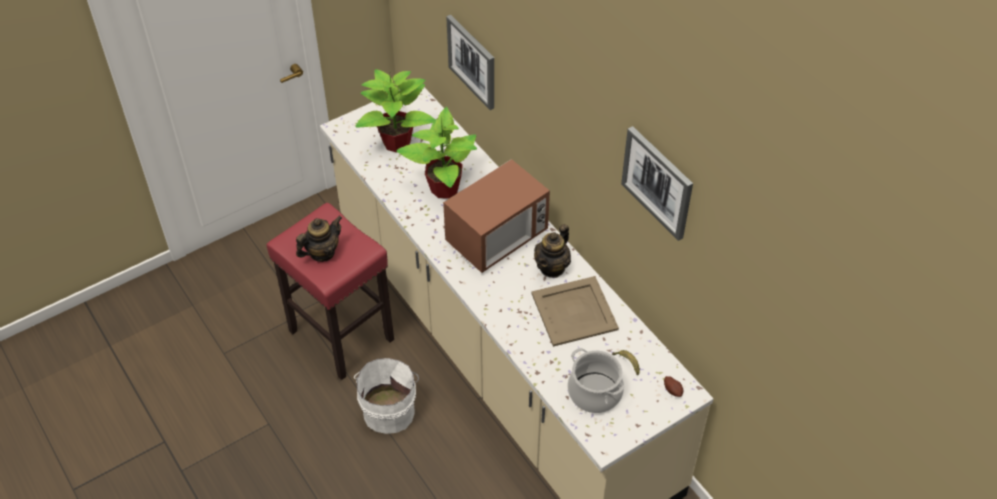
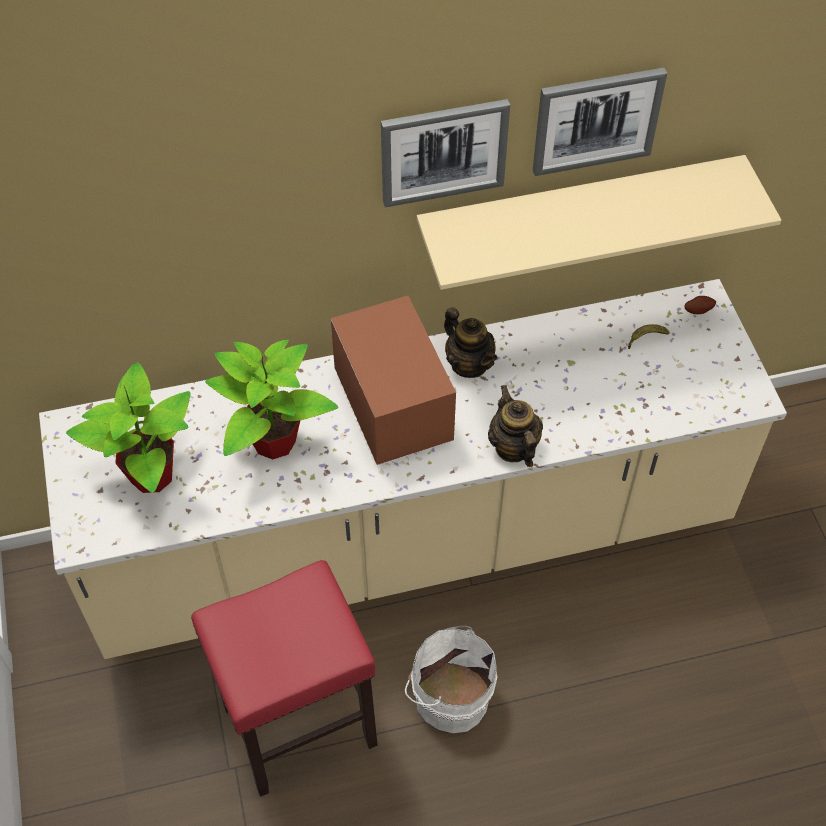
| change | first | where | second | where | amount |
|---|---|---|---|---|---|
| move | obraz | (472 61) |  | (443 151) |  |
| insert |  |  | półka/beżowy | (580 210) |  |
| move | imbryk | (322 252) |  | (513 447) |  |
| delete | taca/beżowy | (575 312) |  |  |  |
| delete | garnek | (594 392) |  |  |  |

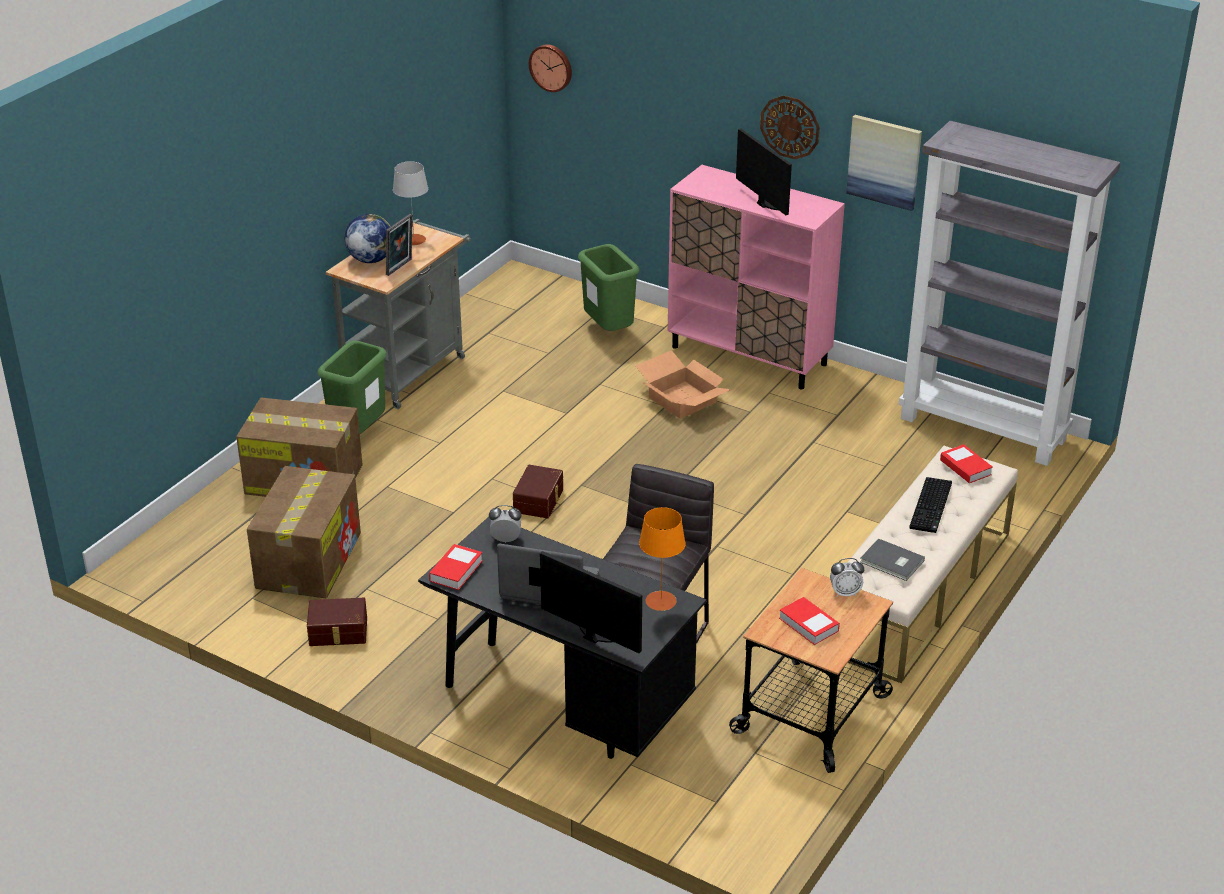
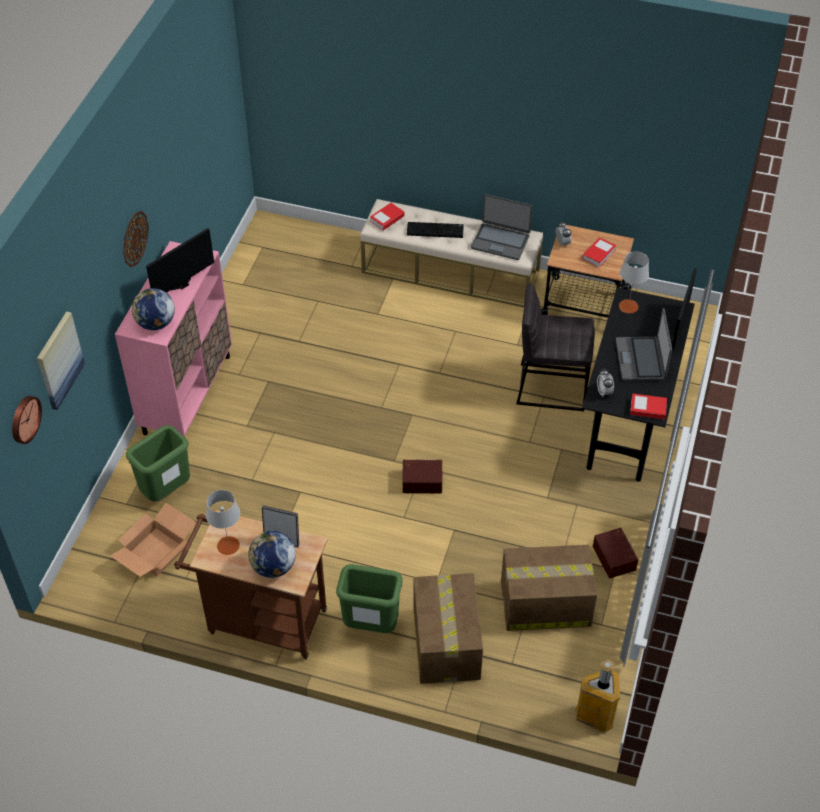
| change | first | where | second | where | amount |
|---|---|---|---|---|---|
| move | obraz | (884 161) |  | (59 360) |  |
| move | karton | (683 399) |  | (156 551) |  |
| insert |  |  | globus | (155 323) |  |
| recolor | wózek/szary | (409 369) | wózek/brązowy | (261 620) |  |
| replace | książka/szary | (892 562) | laptop | (500 241) |  |
| insert |  |  | kosz na śmieci | (595 716) |  |
| recolor | lampa stołowa/pomarańczowy | (661 601) | lampa stołowa/szary | (628 306) |  |
| delete | regał/szary | (984 429) |  |  |  |

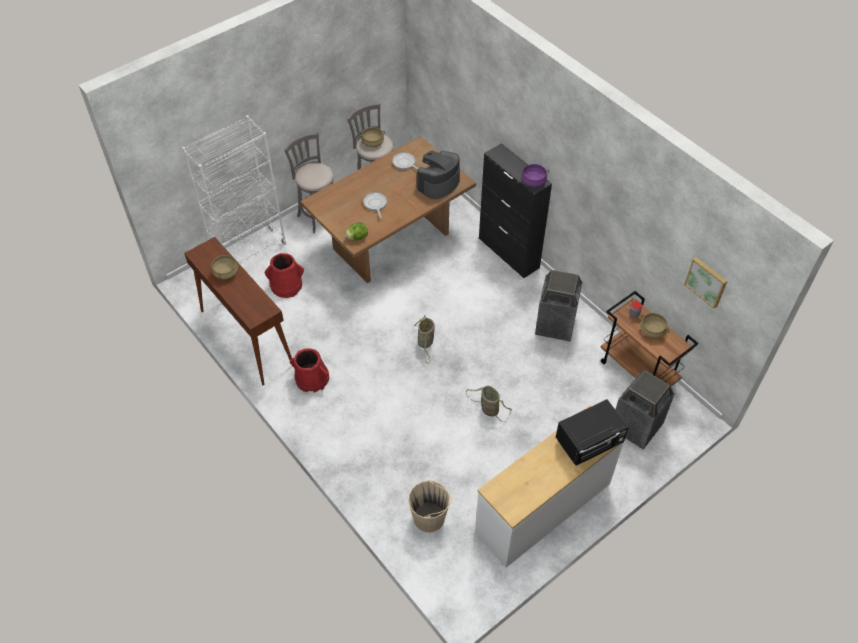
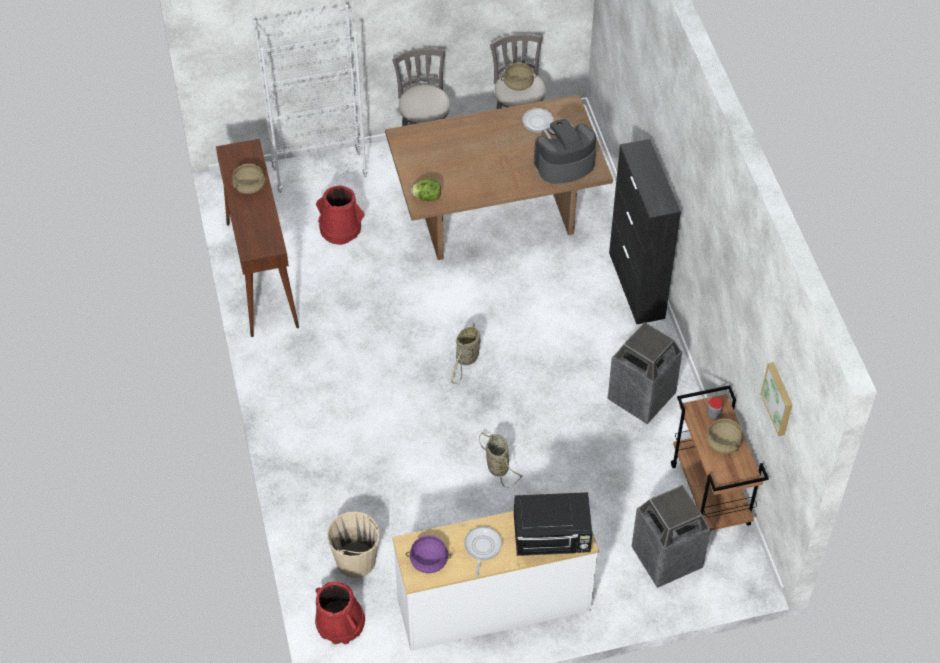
| change | first | where | second | where | amount |
|---|---|---|---|---|---|
| move | wiadro/czerwony | (312 378) |  | (340 622) |  |
| move | garnek/fioletowy | (533 181) |  | (428 561) |  |
| move | patelnia | (375 204) |  | (482 548) |  |

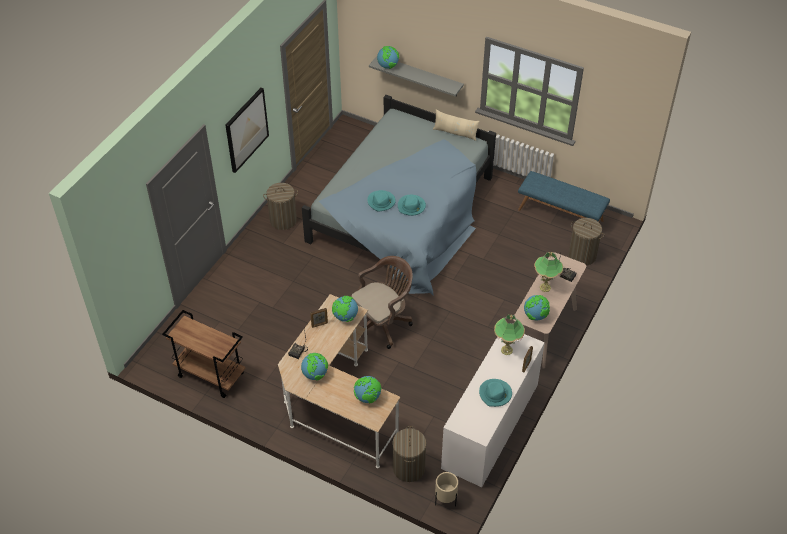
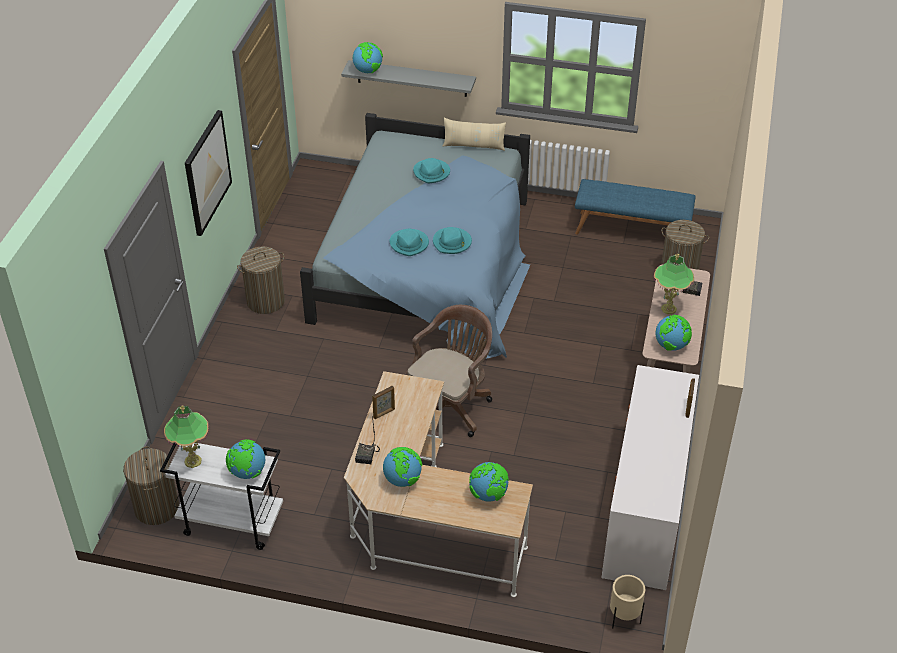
| change | first | where | second | where | amount |
|---|---|---|---|---|---|
| move | kosz na pranie | (409 468) |  | (157 508) |  |
| recolor | wózek/brązowy | (210 375) | wózek/biały | (230 523) |  |
| move | lampa stołowa | (506 350) |  | (192 461) |  |
| move | globus | (345 317) |  | (247 473) |  |
| move | kapelusz/turkusowy | (495 394) |  | (432 172) |  |

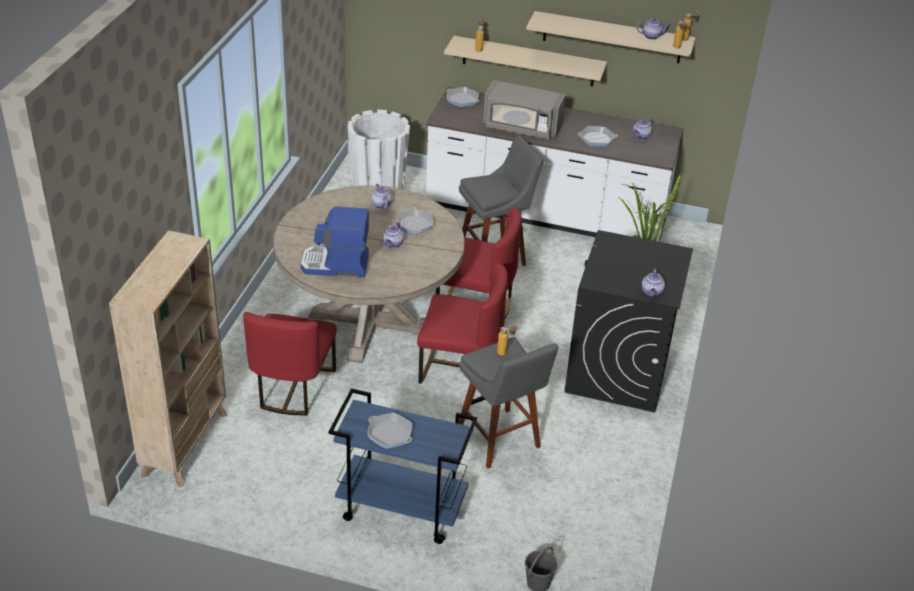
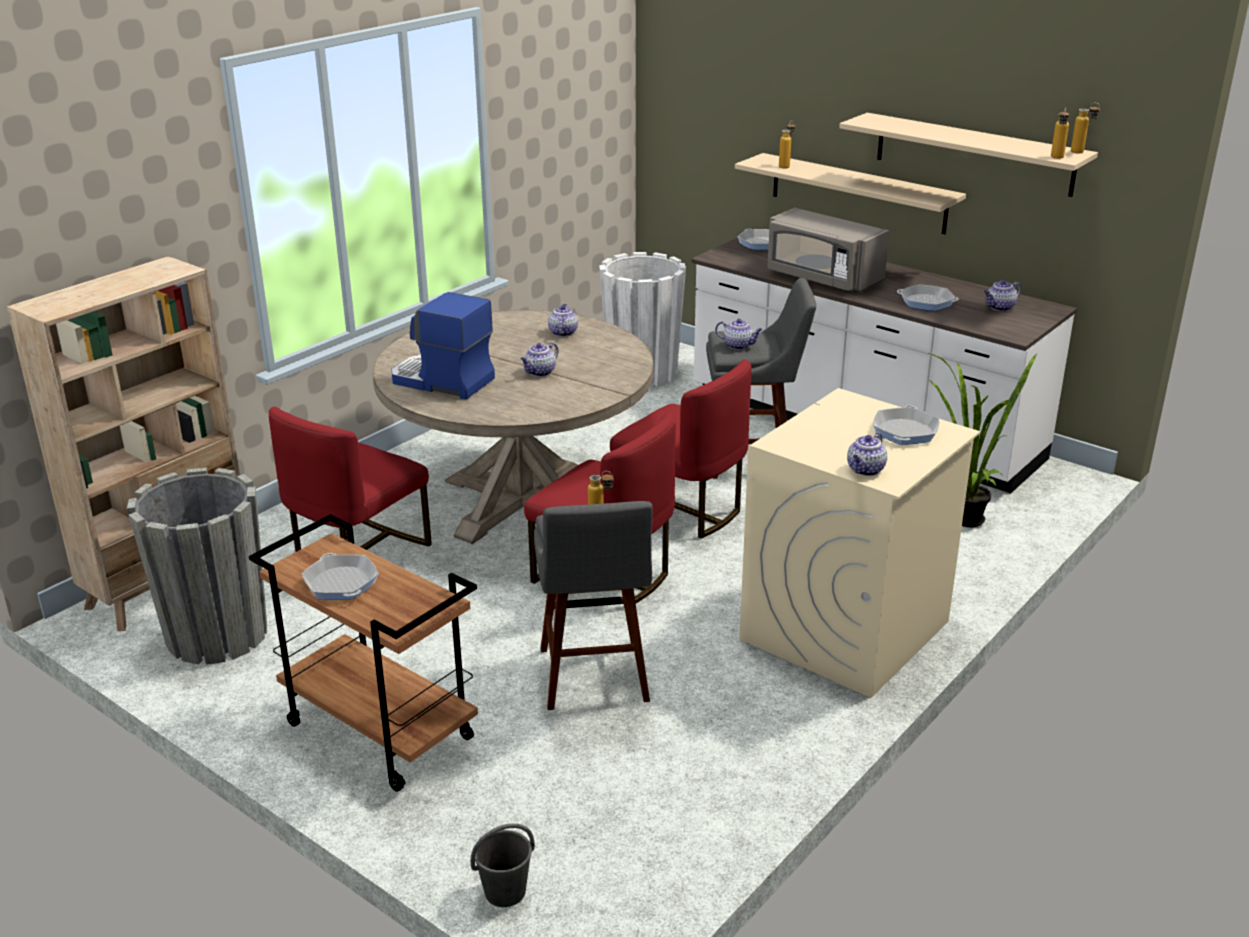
| change | first | where | second | where | amount |
|---|---|---|---|---|---|
| insert |  |  | donica/szary | (217 634) |  |
| recolor | wózek/niebieski | (400 509) | wózek/brązowy | (377 731) |  |
| move | imbryk | (652 36) |  | (738 345) |  |
| recolor | pralka/czarny | (618 372) | pralka/beżowy | (845 631) |  |
| move | patelnia | (415 224) |  | (905 431) |  |

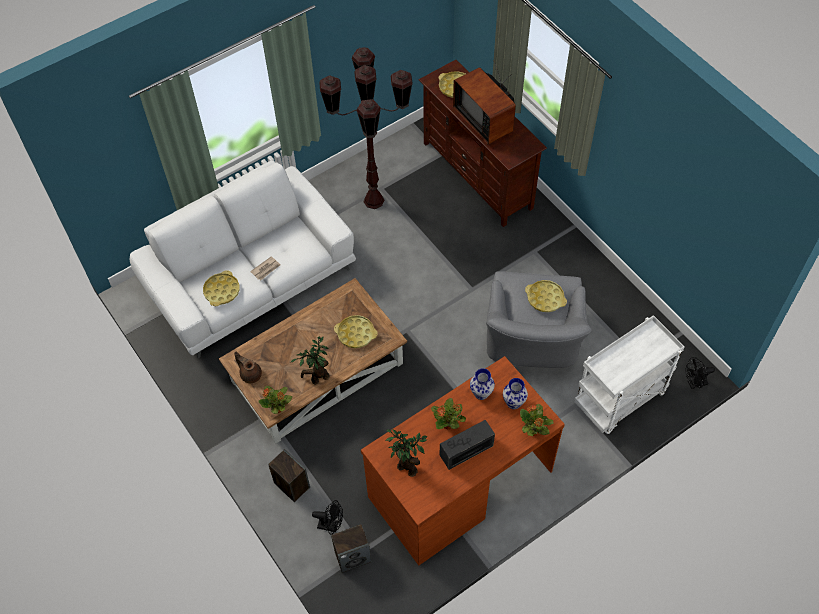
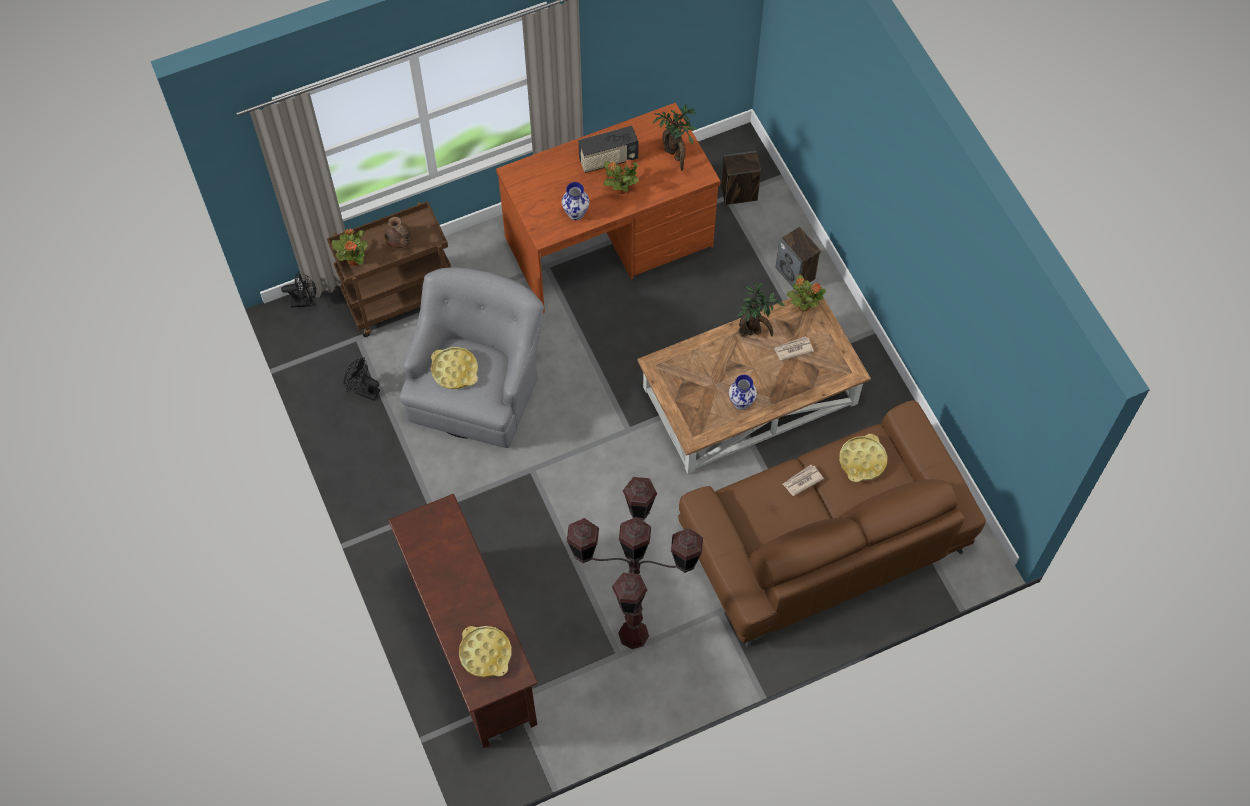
| change | first | where | second | where | amount |
|---|---|---|---|---|---|
| recolor | wózek/biały | (619 400) | wózek/brązowy | (400 297) |  |
| move | roślina doniczkowa | (533 431) |  | (354 259) |  |
| move | wentylator/czarny | (331 525) |  | (363 391) |  |
| move | imbryk/brązowy | (250 374) |  | (399 241) |  |
| recolor | kanapa/biały | (250 279) | kanapa/brązowy | (823 540) |  |
| move | wazon | (514 403) |  | (741 402) |  |
| insert |  |  | gazeta | (793 349) |  |
| delete | taca/żółty | (356 334) |  |  |  |
| delete | telewizor | (486 119) |  |  |  |

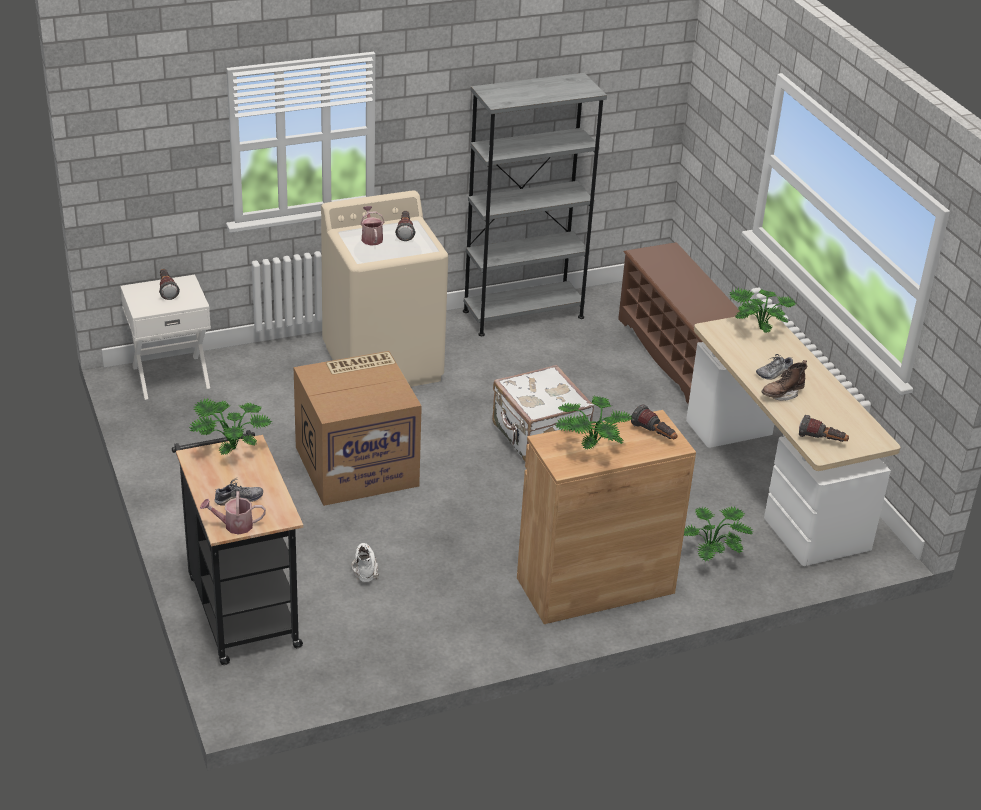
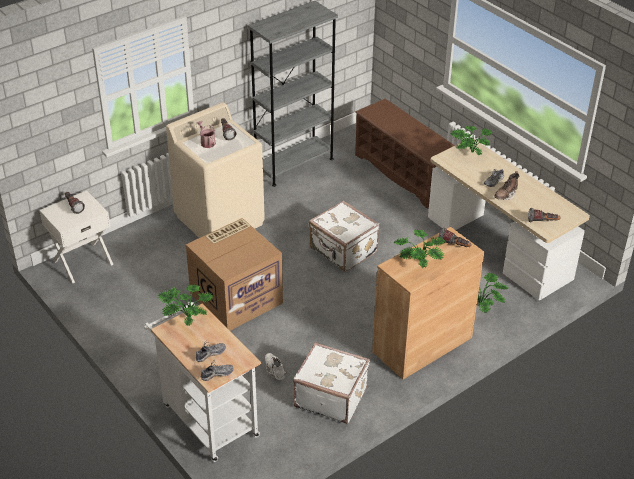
| change | first | where | second | where | amount |
|---|---|---|---|---|---|
| recolor | wózek/czarny | (240 606) | wózek/biały | (206 417) |  |
| replace | konewka | (234 525) | but | (217 374) |  |
| insert |  |  | walizka/biały | (331 396) |  |

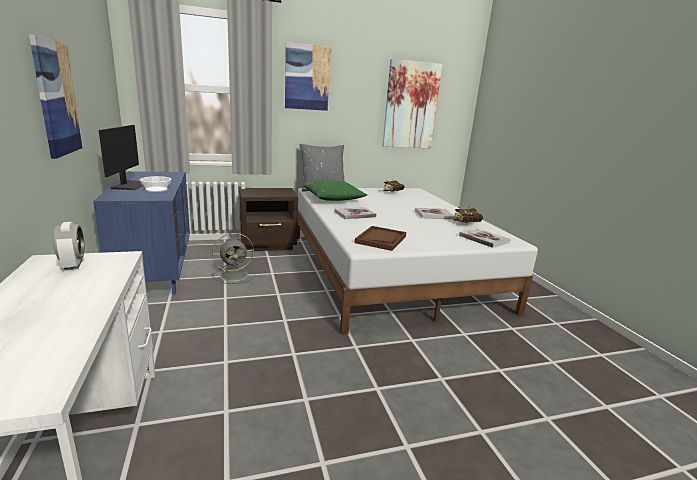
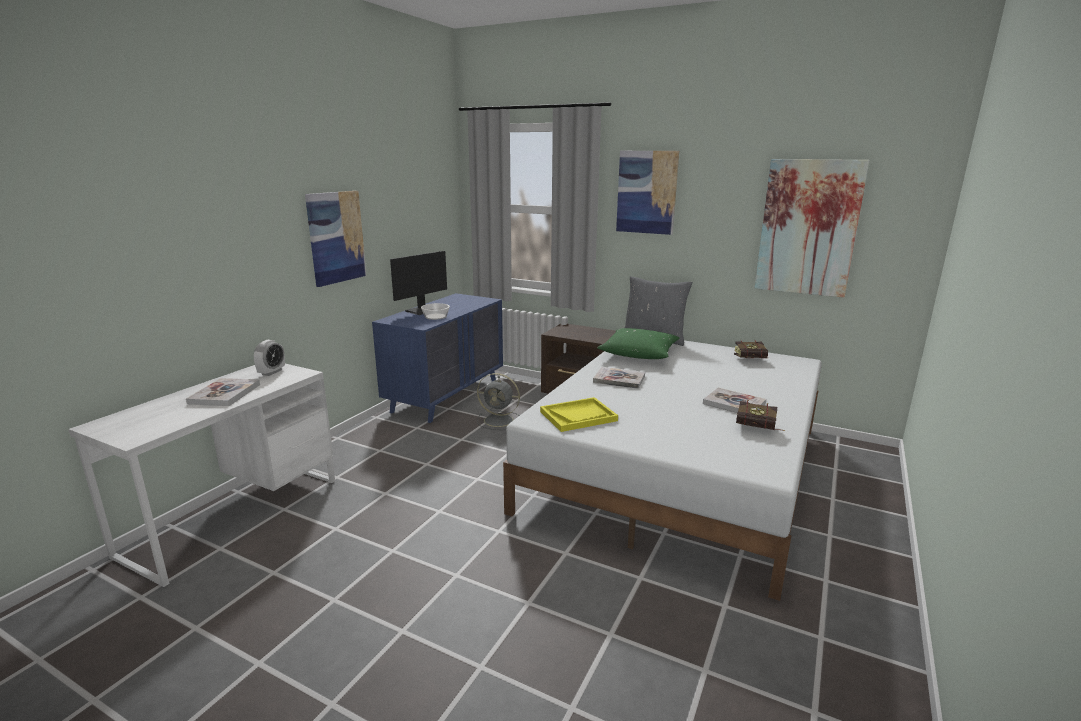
| change | first | where | second | where | amount |
|---|---|---|---|---|---|
| move | książka | (484 239) |  | (225 394) |  |
| recolor | taca/brązowy | (381 239) | taca/żółty | (578 416) |  |

